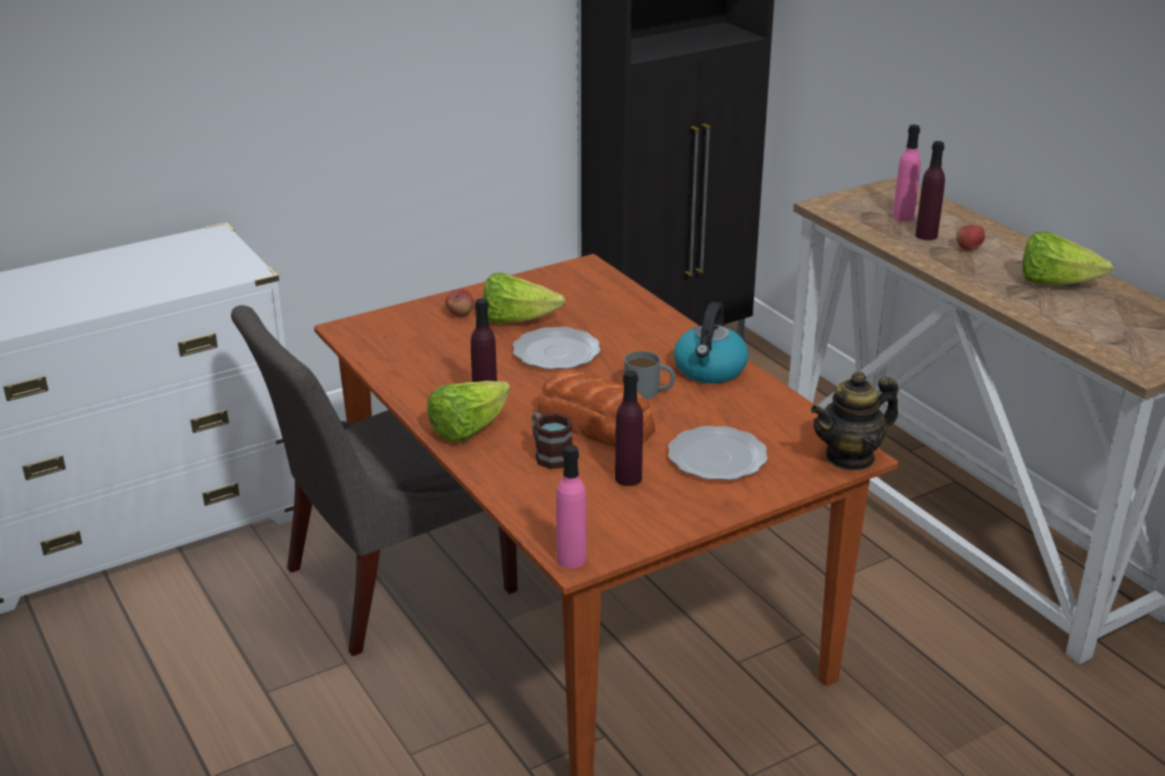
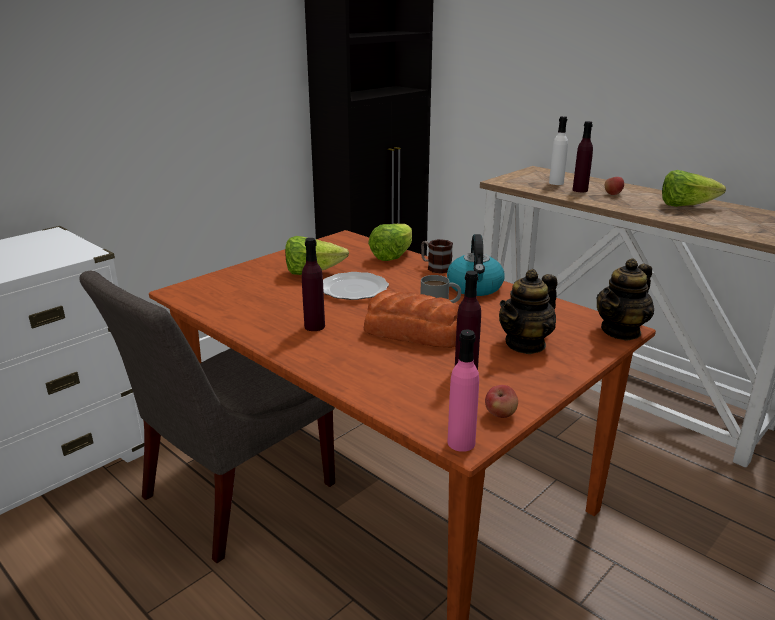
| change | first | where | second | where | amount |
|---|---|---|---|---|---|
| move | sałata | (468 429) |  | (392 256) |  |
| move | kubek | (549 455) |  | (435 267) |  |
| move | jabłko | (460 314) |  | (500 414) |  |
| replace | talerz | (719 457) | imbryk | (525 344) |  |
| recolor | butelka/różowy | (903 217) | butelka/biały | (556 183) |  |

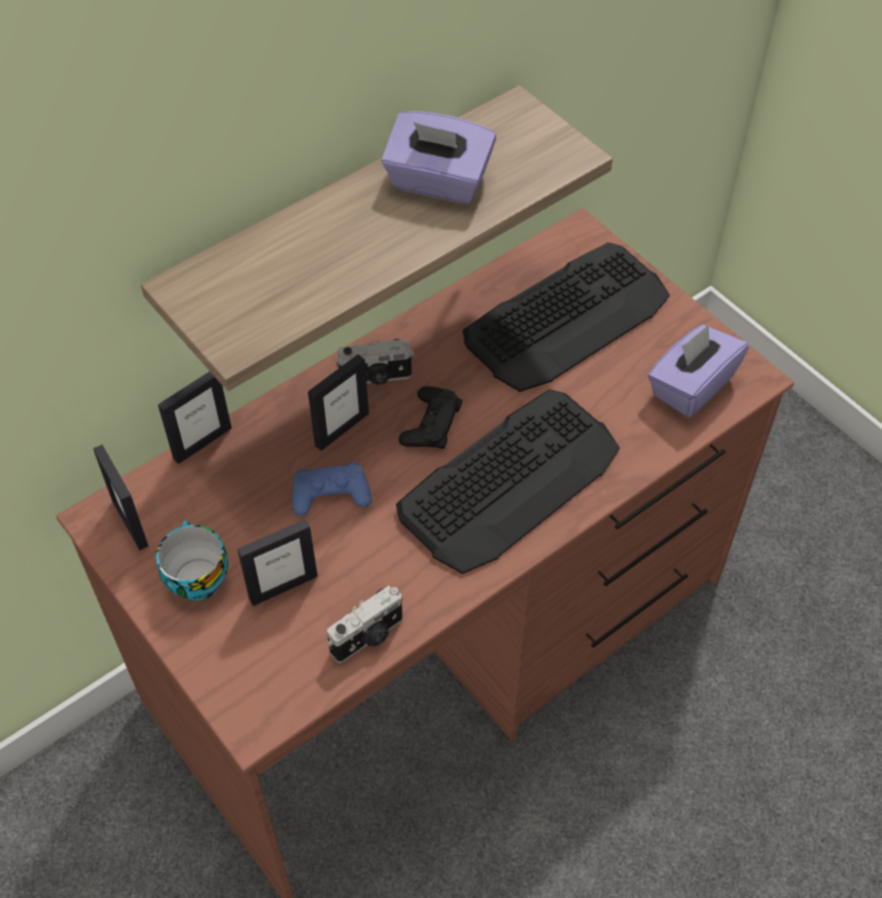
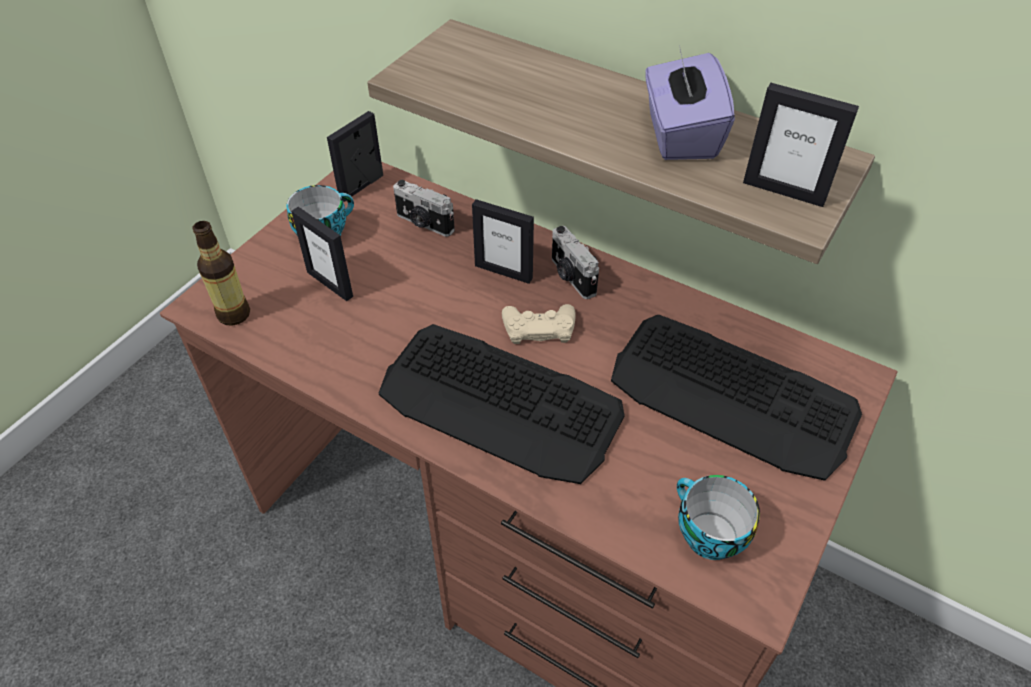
| change | first | where | second | where | amount |
|---|---|---|---|---|---|
| insert |  |  | butelka | (234 314) |  |
| move | aparat fotograficzny | (368 637) |  | (424 223) |  |
| recolor | pad do gier/czarny | (431 424) | pad do gier/beżowy | (539 328) |  |
| replace | pudełko chusteczek/fioletowy | (691 386) | filiżanka | (706 534) |  |
| move | ramka na zdjęcie | (202 442) |  | (784 191) |  |
| delete | pad do gier/niebieski | (330 494) |  |  |  |

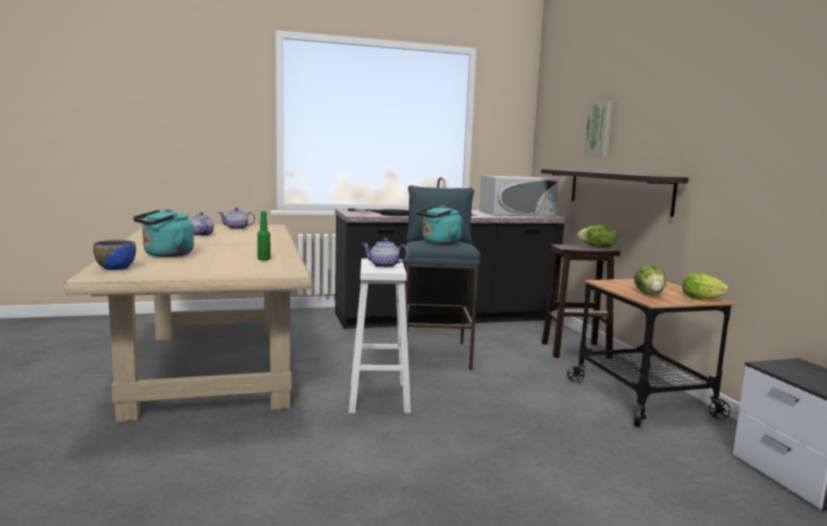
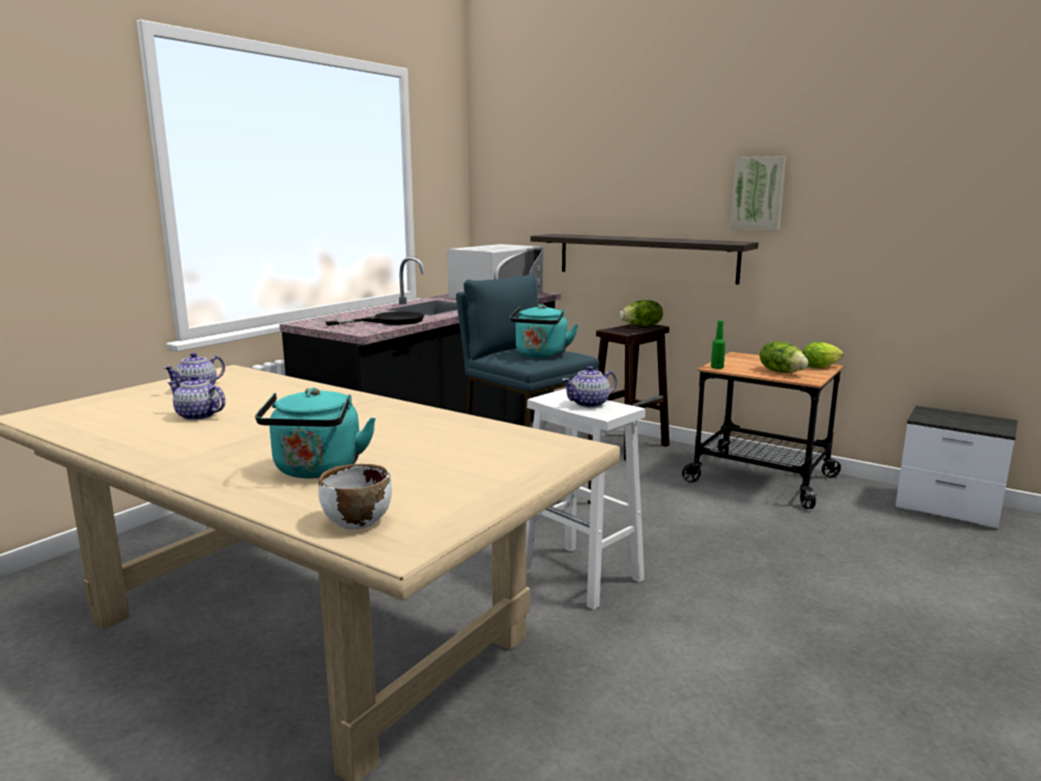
| change | first | where | second | where | amount |
|---|---|---|---|---|---|
| recolor | miska/niebieski | (115 268) | miska/biały | (356 521) |  |
| move | butelka/zielony | (264 259) |  | (717 367) |  |
| move | obraz | (599 129) |  | (758 193) |  |

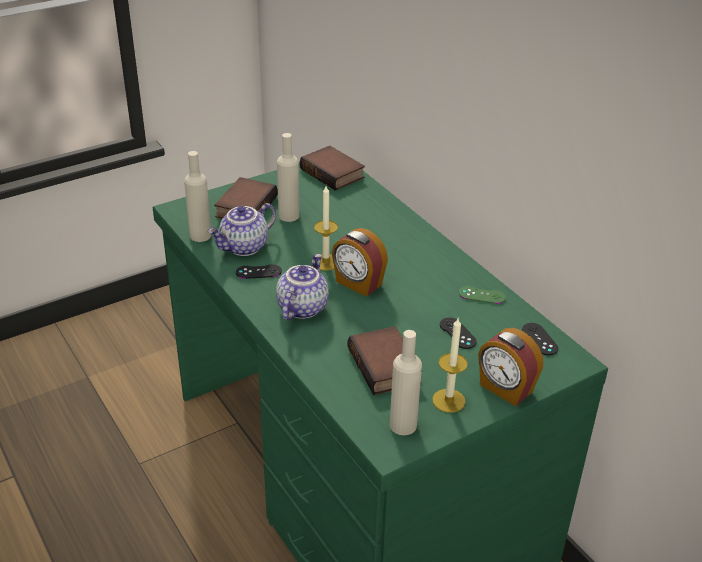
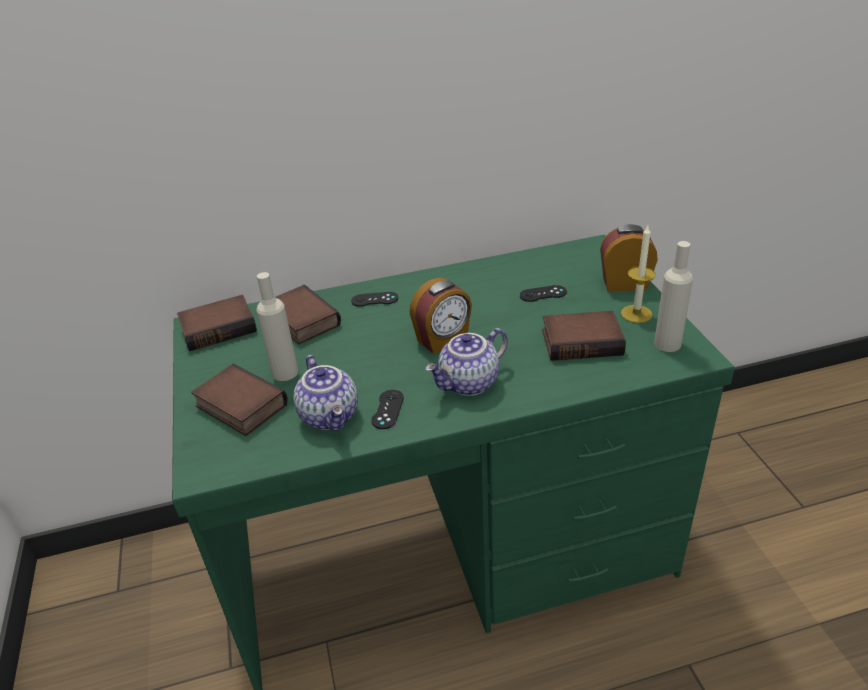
| change | first | where | second | where | amount |
|---|---|---|---|---|---|
| insert |  |  | książka | (301 320) |  |
| move | pad do gier/czarny | (539 339) |  | (374 299) |  |
| rotate | imbryk | (301 307) |  | (469 384) | 75 degrees counterclockwise |
| rotate | budzik | (505 389) |  | (624 283) | 150 degrees counterclockwise |
| delete | butelka/beżowy | (200 235) |  |  |  |
| delete | świeca | (325 262) |  |  |  |
| delete | pad do gier/zielony | (482 295) |  |  |  |

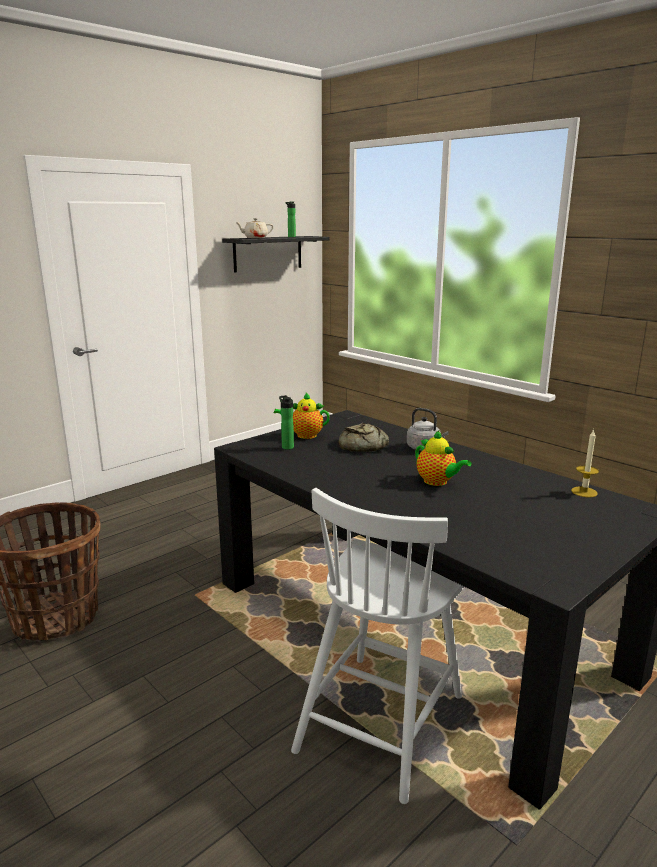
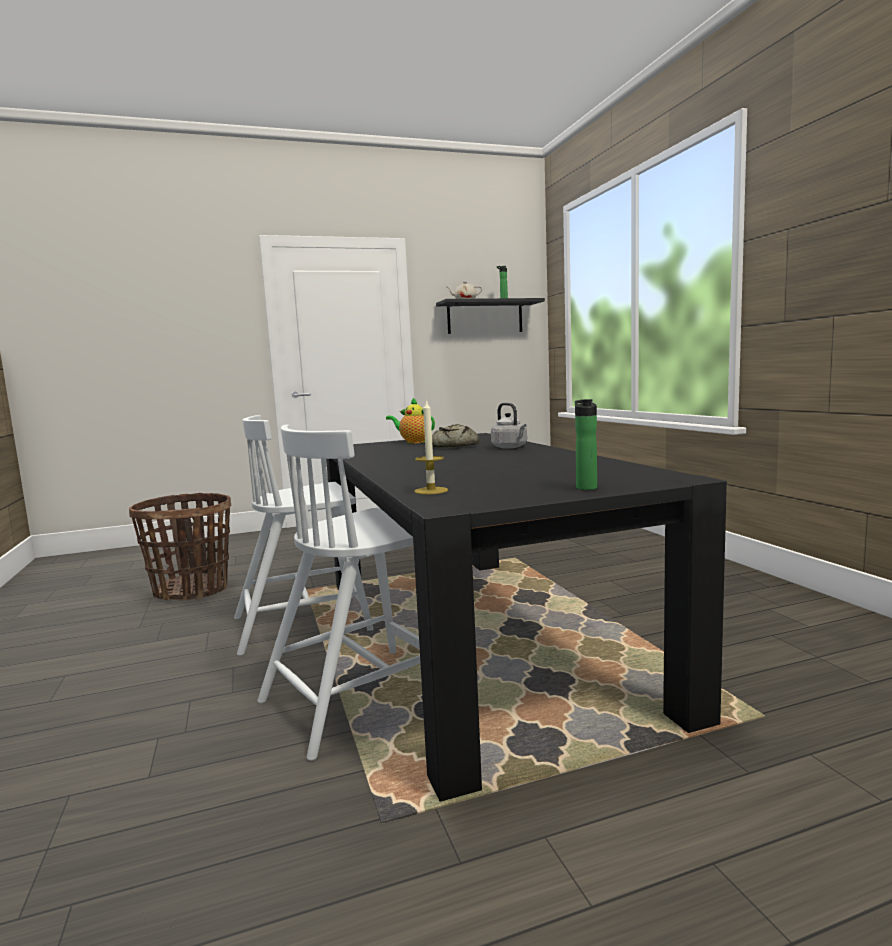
| change | first | where | second | where | amount |
|---|---|---|---|---|---|
| insert |  |  | krzesło/biały | (304 623) |  |
| move | świeca | (584 492) |  | (431 491) |  |
| move | butelka | (287 447) |  | (585 487) |  |
| delete | imbryk | (437 482) |  |  |  |

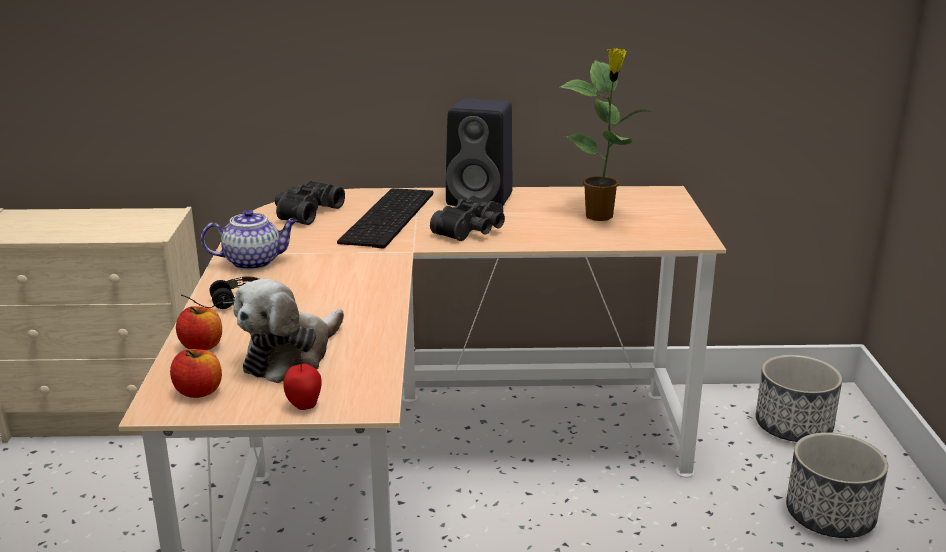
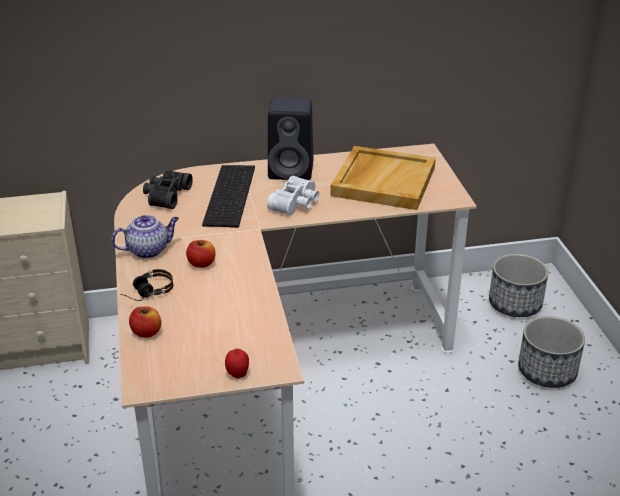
| change | first | where | second | where | amount |
|---|---|---|---|---|---|
| move | jabłko | (198 391) |  | (201 263) |  |
| recolor | lornetka/czarny | (473 231) | lornetka/biały | (296 204) |  |
| replace | roślina doniczkowa | (600 216) | taca/beżowy | (383 181) |  |
| delete | pluszak | (291 356) |  |  |  |

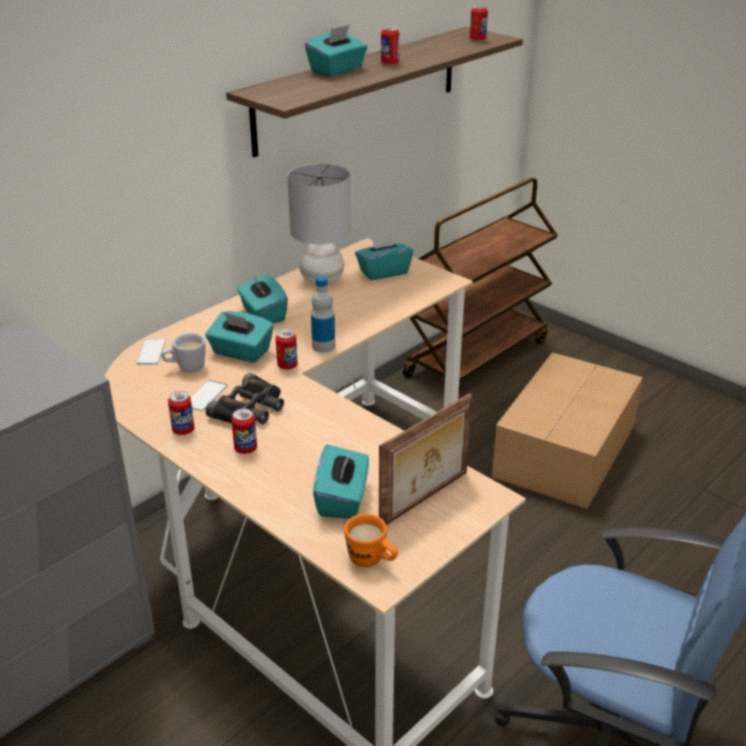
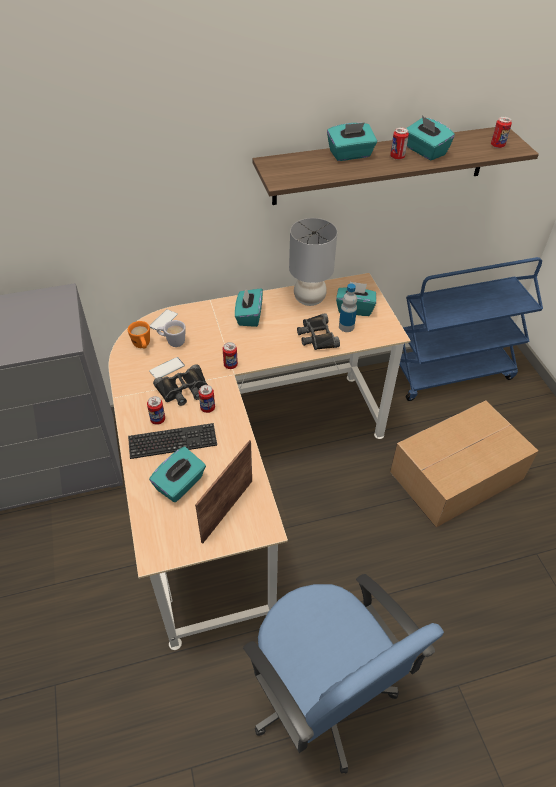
| change | first | where | second | where | amount |
|---|---|---|---|---|---|
| move | kubek/pomarańczowy | (372 561) |  | (142 346) |  |
| insert |  |  | klawiatura | (173 442) |  |
| rotate | ramka na zdjęcie | (426 500) |  | (226 510) | 135 degrees clockwise |
| move | puszka | (183 430) |  | (207 408) |  |
| insert |  |  | lornetka/czarny | (316 336) |  |
| move | butelka | (323 346) |  | (346 327) |  |
| recolor | wózek/brązowy | (476 357) | wózek/niebieski | (451 372) |  |
| move | pudełko chusteczek/turkusowy | (241 352) |  | (425 151) |  |

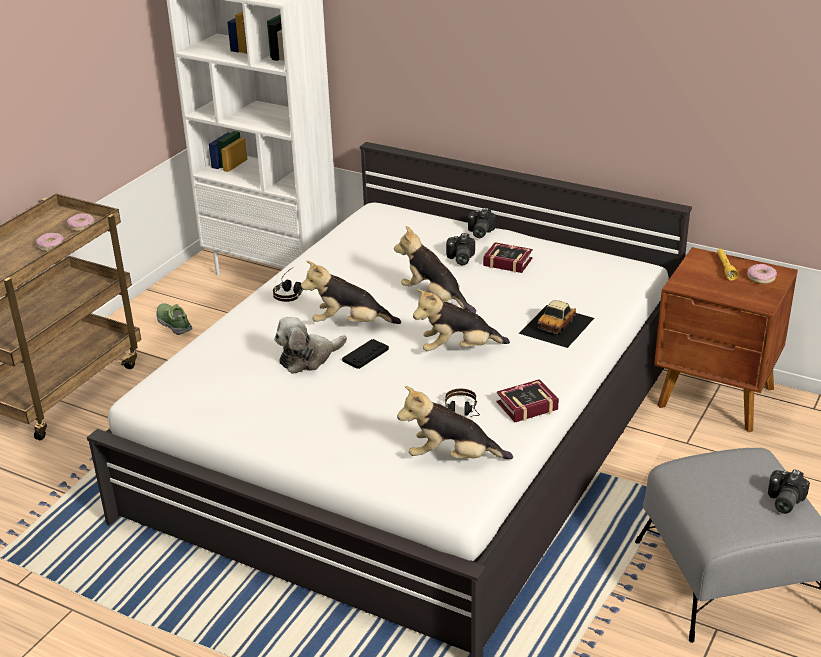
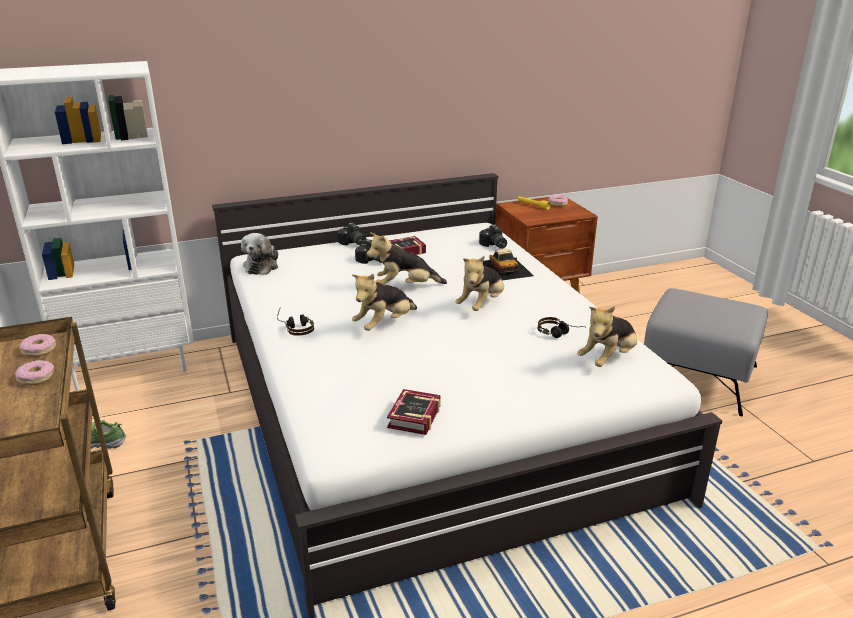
| change | first | where | second | where | amount |
|---|---|---|---|---|---|
| move | pluszak | (308 358) |  | (262 266) |  |
| move | książka | (524 406) |  | (412 418) |  |
| move | aparat fotograficzny | (783 501) |  | (493 245) |  |
| delete | pad do gier/czarny | (365 355) |  |  |  |

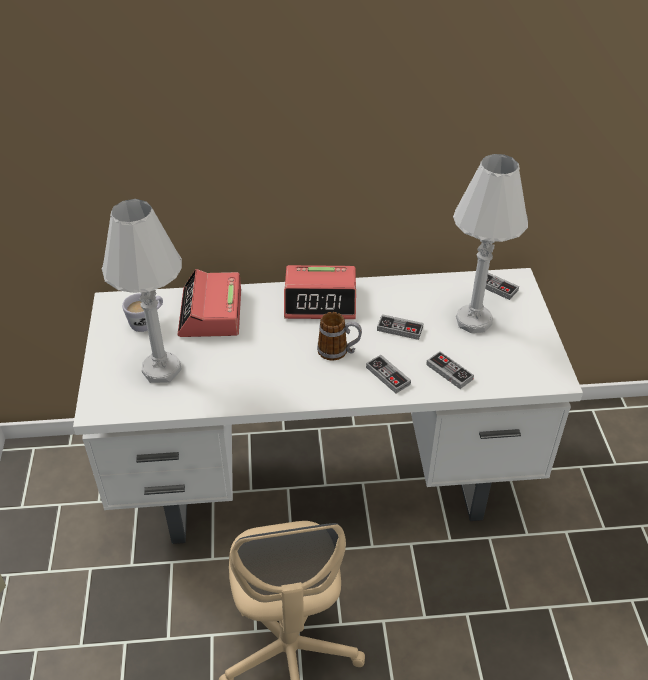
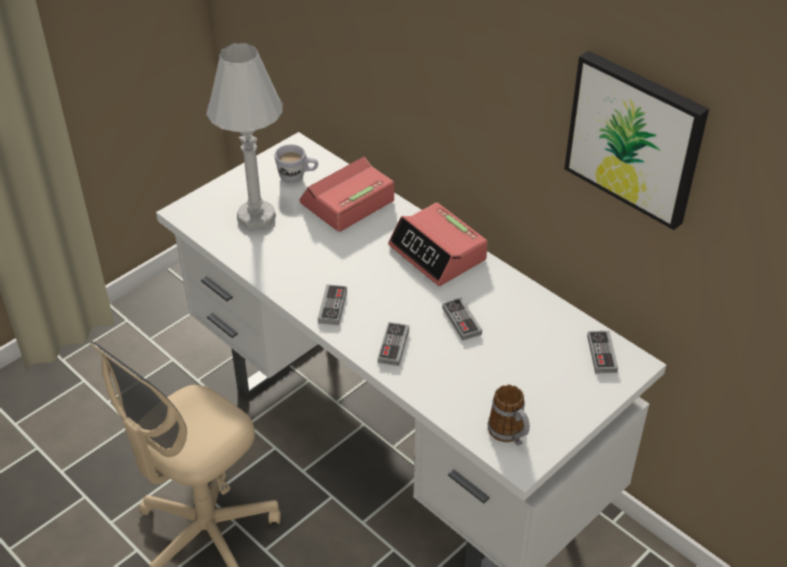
| change | first | where | second | where | amount |
|---|---|---|---|---|---|
| move | pad do gier | (449 372) |  | (332 307) |  |
| move | kubek | (338 351) |  | (510 434) |  |
| insert |  |  | obraz | (636 137) |  |
| delete | lampa stołowa/biały | (473 321) |  |  |  |

